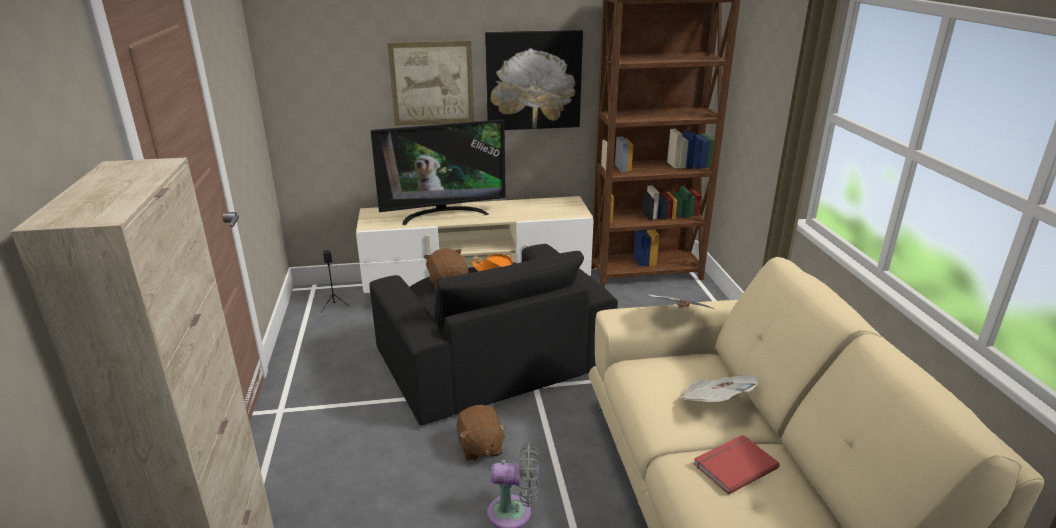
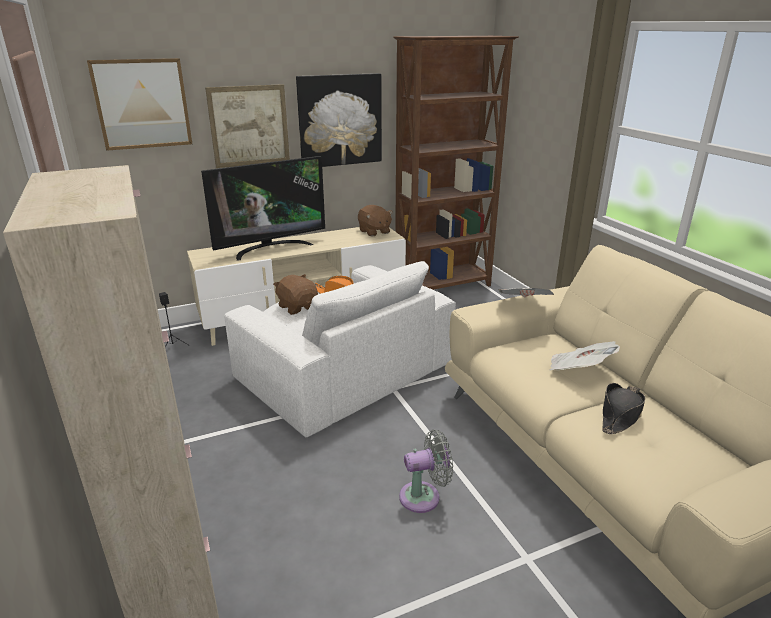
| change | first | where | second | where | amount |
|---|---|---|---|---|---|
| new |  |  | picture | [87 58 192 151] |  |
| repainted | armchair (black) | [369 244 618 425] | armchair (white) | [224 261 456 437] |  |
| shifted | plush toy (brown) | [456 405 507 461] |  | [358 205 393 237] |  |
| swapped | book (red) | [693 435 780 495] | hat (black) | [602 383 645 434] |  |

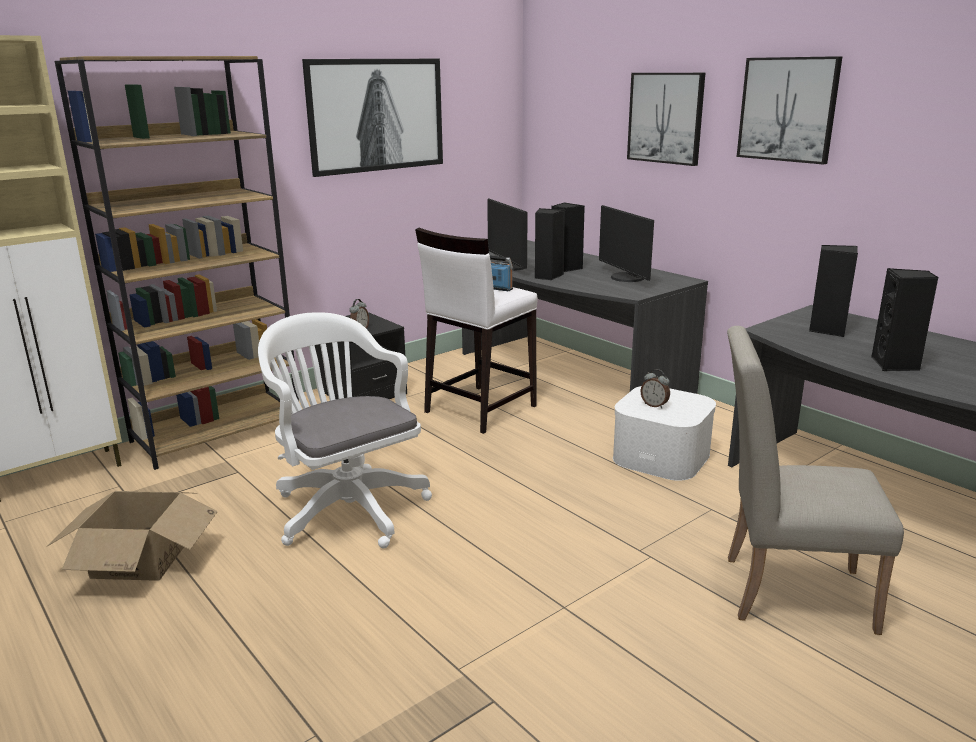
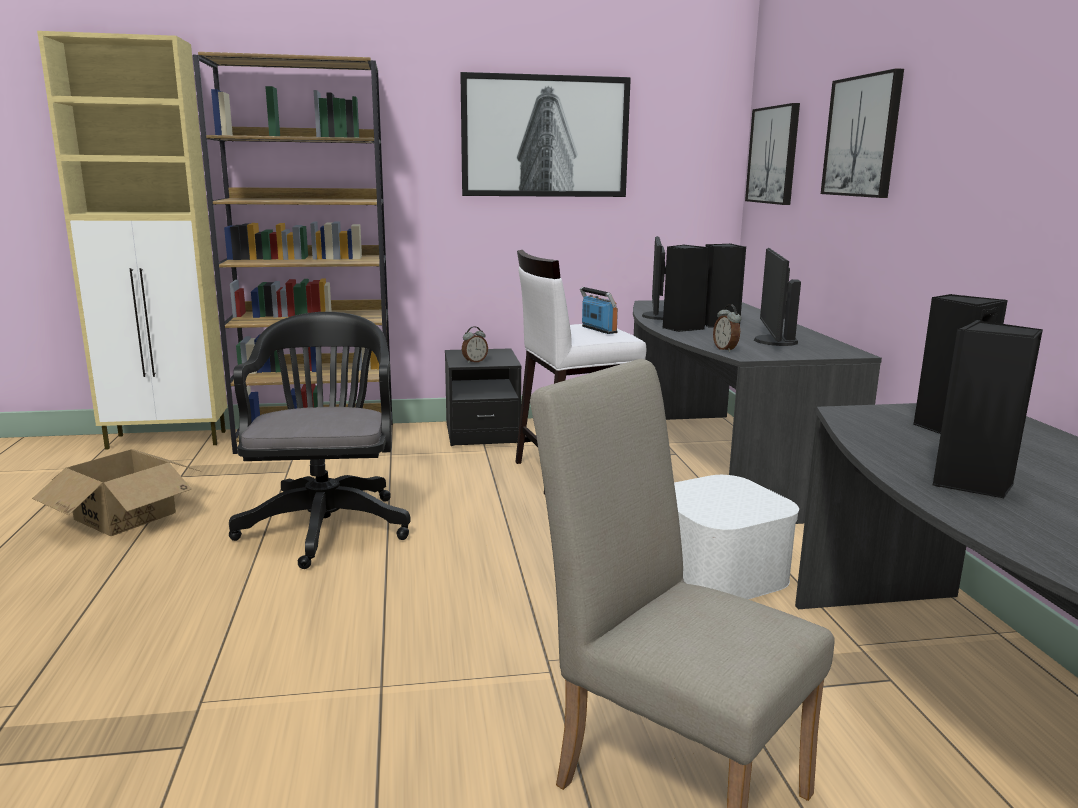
| change | first | where | second | where | amount |
|---|---|---|---|---|---|
| repainted | office chair (white) | [258 312 432 548] | office chair (black) | [229 312 411 569] |  |
| shifted | alarm clock | [641 369 670 409] |  | [713 304 741 352] |  |
| shifted | picture | [737 56 843 164] |  | [745 103 800 205] |  |

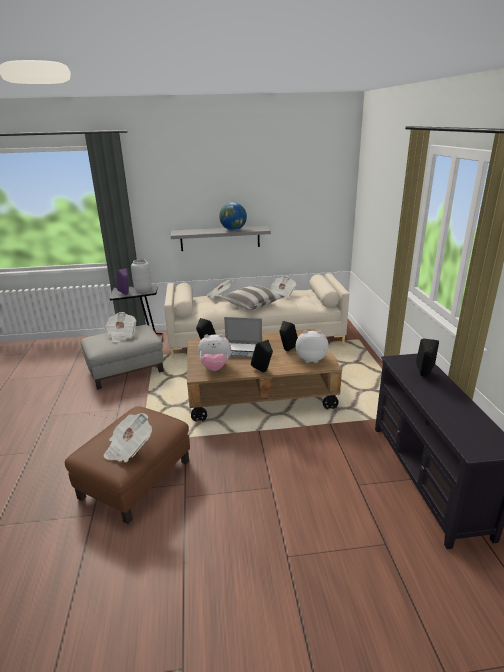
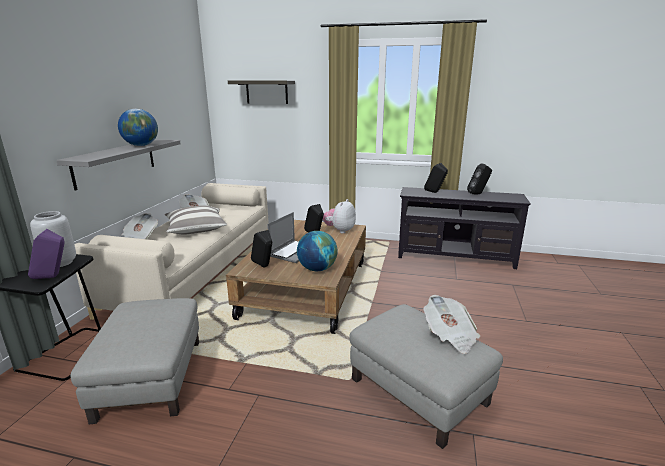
| change | first | where | second | where | amount |
|---|---|---|---|---|---|
| new |  |  | shelf | [228 80 295 104] |  |
| swapped | plush toy | [198 334 231 371] | globe | [297 231 338 271] |  |
| repainted | ottoman (brown) | [65 406 190 524] | ottoman (grey) | [349 304 503 449] |  |
| shifted | speaker (black) | [251 340 273 372] |  | [467 164 492 195] |  |
| gone | newspaper | [105 312 136 342] |  |  |  |

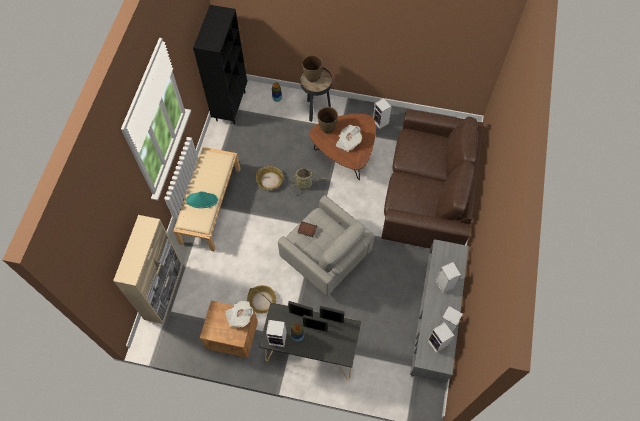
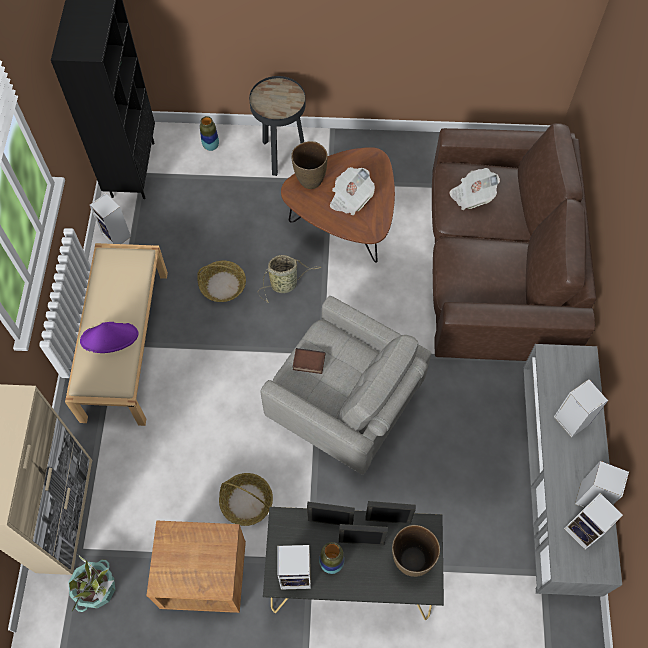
| change | first | where | second | where | amount |
|---|---|---|---|---|---|
| new |  |  | potted plant | [68 553 115 613] |  |
| repainted | hat (turquoise) | [186 192 218 208] | hat (purple) | [80 322 139 353] |  |
| shifted | speaker | [373 98 392 129] |  | [90 193 131 244] |  |
| shifted | vase (brown) | [302 55 322 82] |  | [392 525 440 577] |  |
| shifted | newspaper | [225 301 253 327] |  | [449 168 500 210] |  |

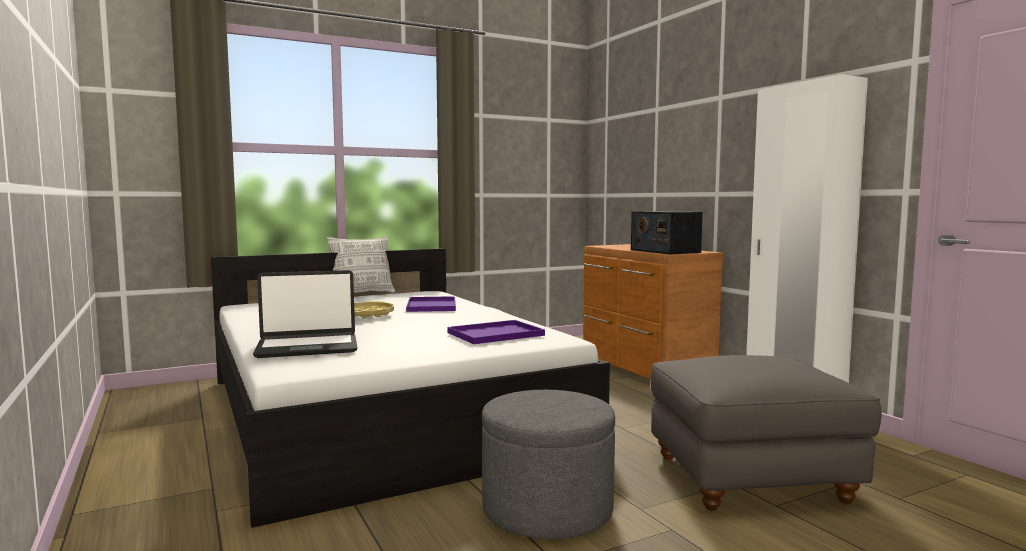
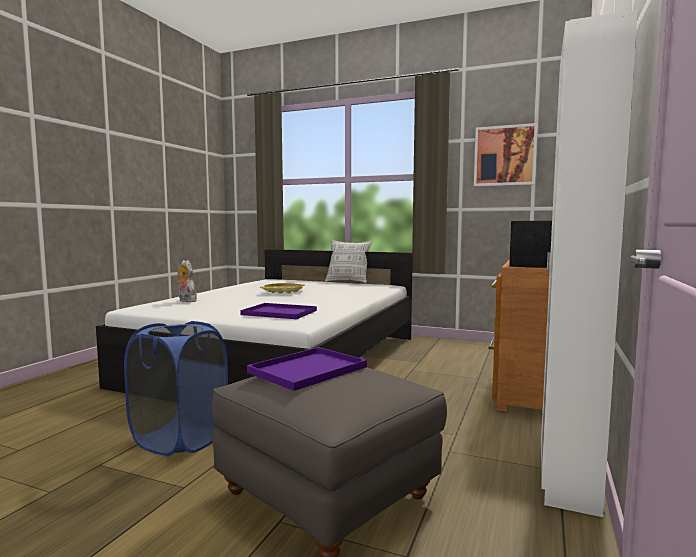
| change | first | where | second | where | amount |
|---|---|---|---|---|---|
| swapped | ottoman (grey) | [482 390 615 539] | laundry basket (blue) | [124 321 228 456] |  |
| swapped | laptop | [253 270 358 358] | plush toy | [177 260 197 302] |  |
| shifted | tray (purple) | [406 296 456 312] |  | [247 347 367 391] |  |
| new |  |  | picture | [474 123 538 186] |  |

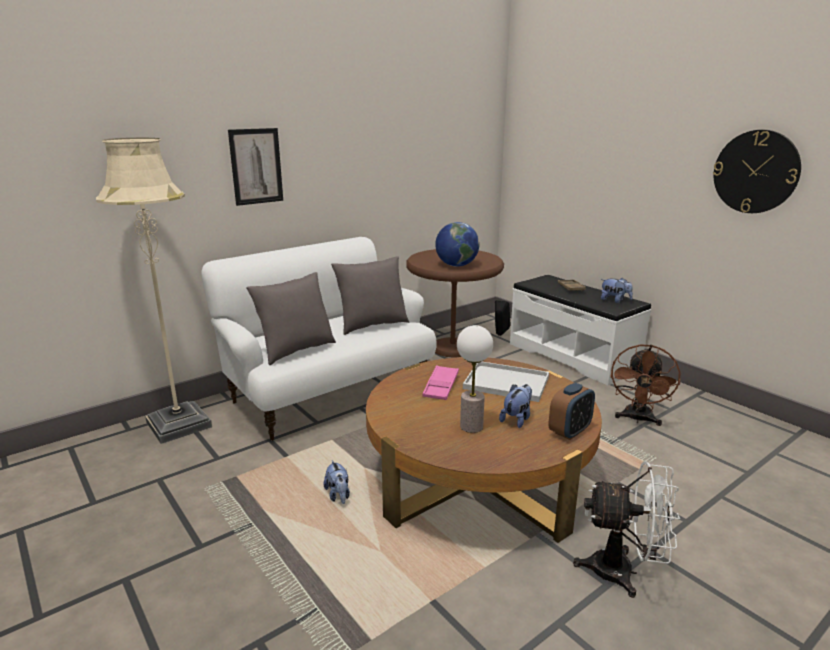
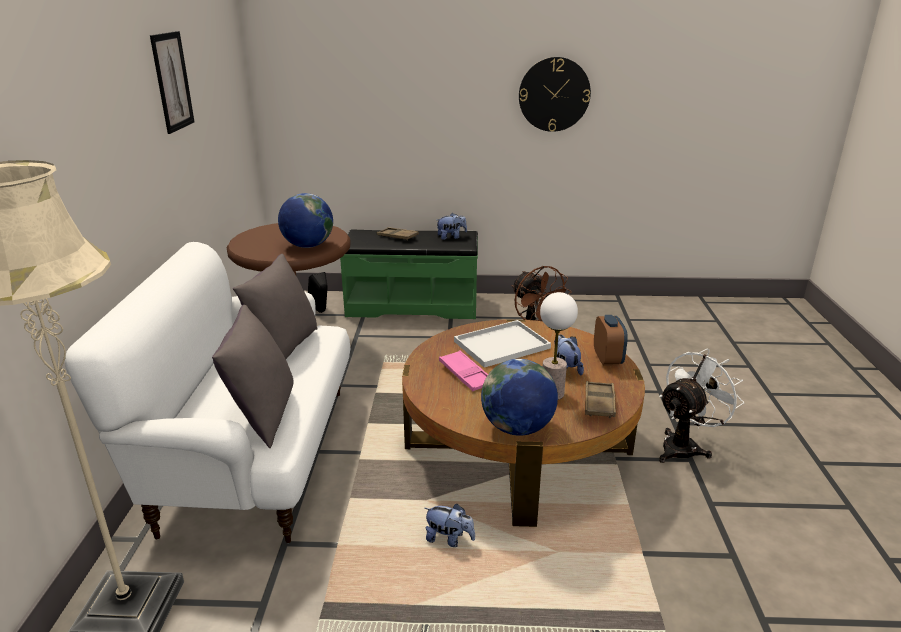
| change | first | where | second | where | amount |
|---|---|---|---|---|---|
| shifted | picture | [228 128 283 206] |  | [150 31 195 134] |  |
| repainted | bench (white) | [510 275 651 386] | bench (green) | [340 230 478 319] |  |
| new |  |  | globe | [481 359 558 436] |  |
| new |  |  | tray (brown) | [585 381 616 418] |  |

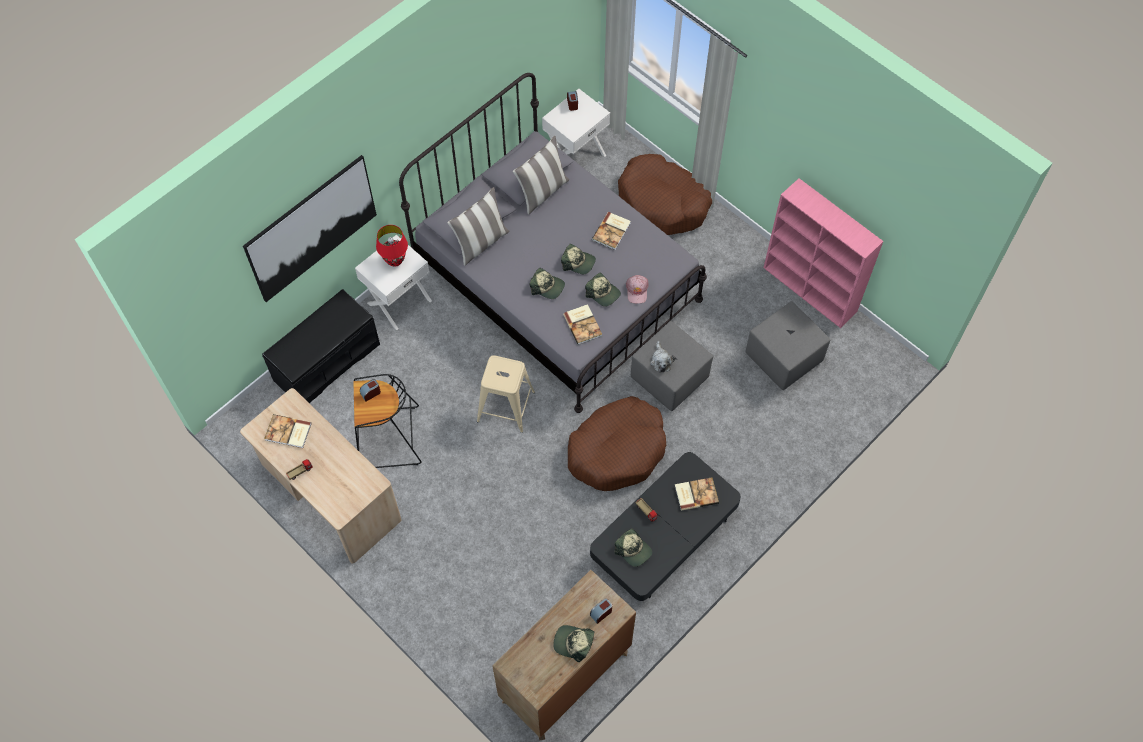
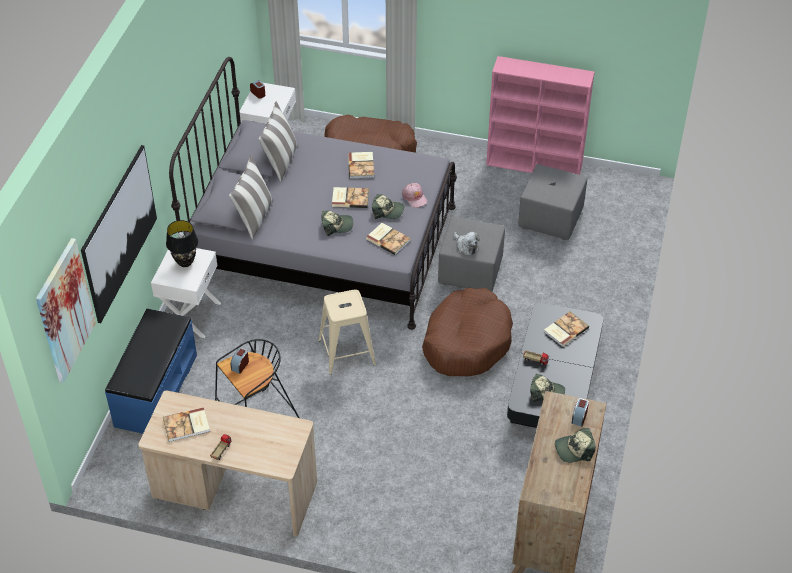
| change | first | where | second | where | amount |
|---|---|---|---|---|---|
| new |  |  | picture | [36 238 96 383] |  |
| repainted | bench (black) | [262 289 380 403] | bench (blue) | [105 309 197 434] |  |
| repainted | table lamp (red) | [376 225 408 267] | table lamp (black) | [166 220 198 267] |  |
| swapped | cap | [561 244 596 274] | book | [332 187 369 208] |  |

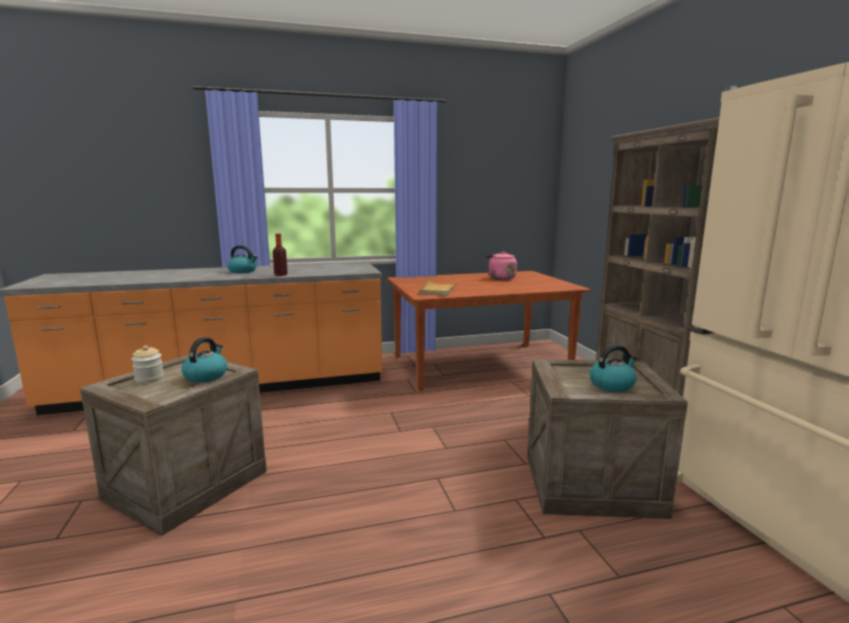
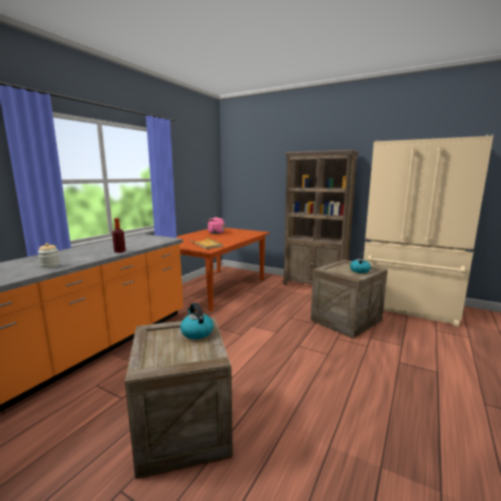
| change | first | where | second | where | amount |
|---|---|---|---|---|---|
| shifted | jar | [131 345 164 384] |  | [38 243 60 268] |  |
| gone | kettle | [227 245 258 273] |  |  |  |

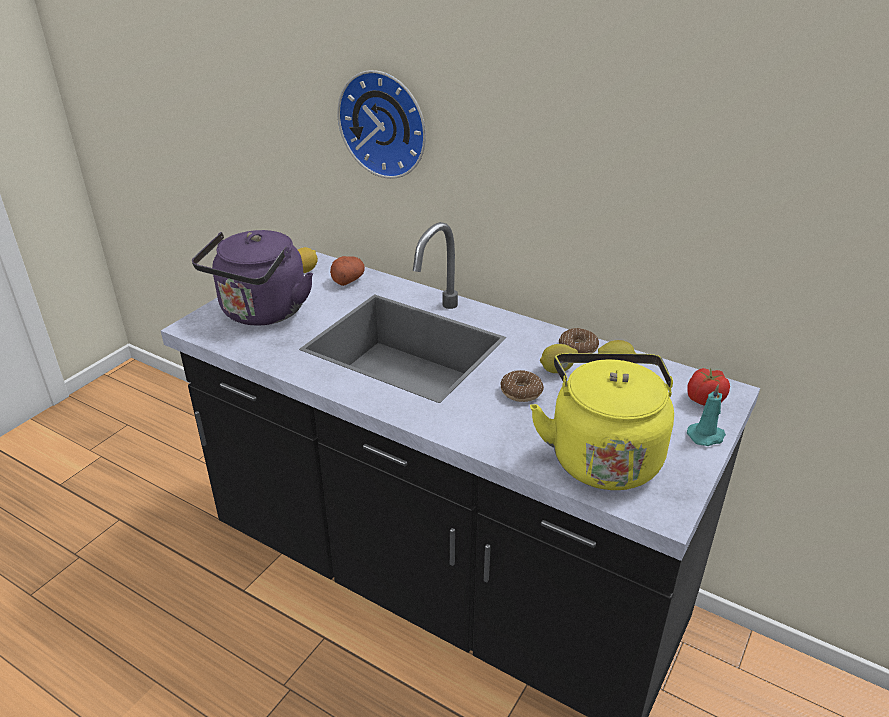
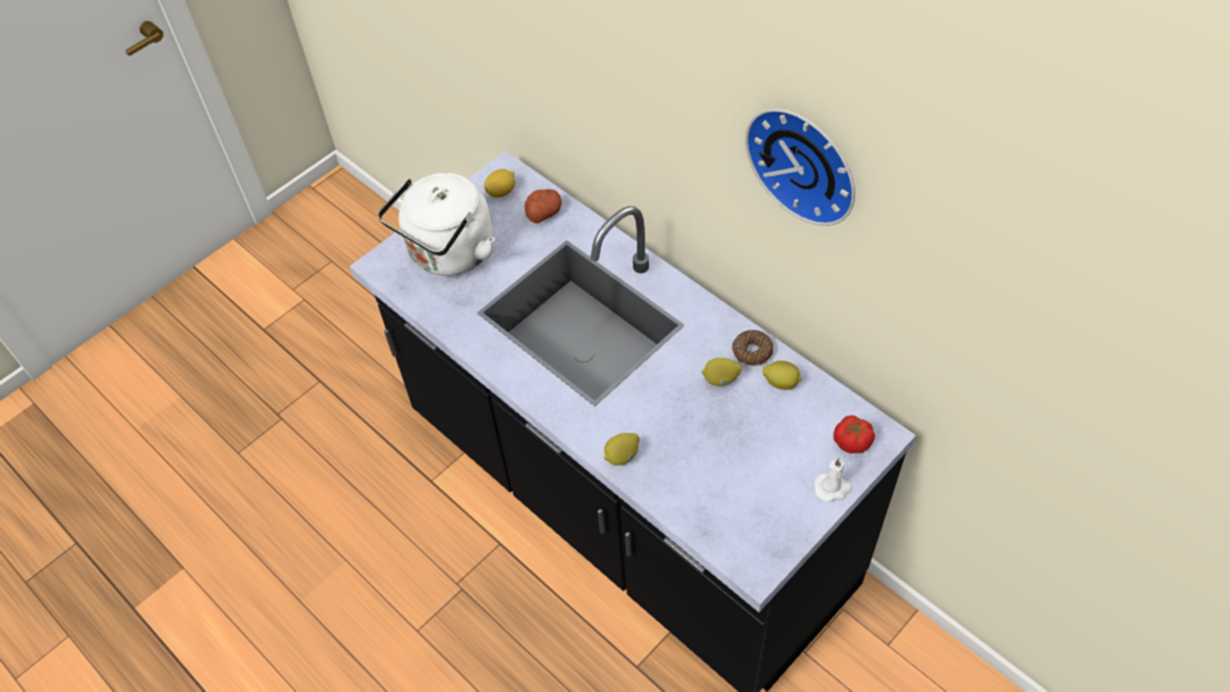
| change | first | where | second | where | amount |
|---|---|---|---|---|---|
| repainted | kettle (purple) | [192 230 313 326] | kettle (white) | [377 173 495 276] |  |
| new |  |  | lemon | [604 433 640 466] |  |
| shifted | wall clock | [337 70 426 179] |  | [745 108 855 226] |  |
| repainted | candle (turquoise) | [687 384 726 446] | candle (white) | [814 458 852 502] |  |
| gone | donut | [501 370 544 402] |  |  |  |
| gone | kettle (yellow) | [530 353 674 490] |  |  |  |

